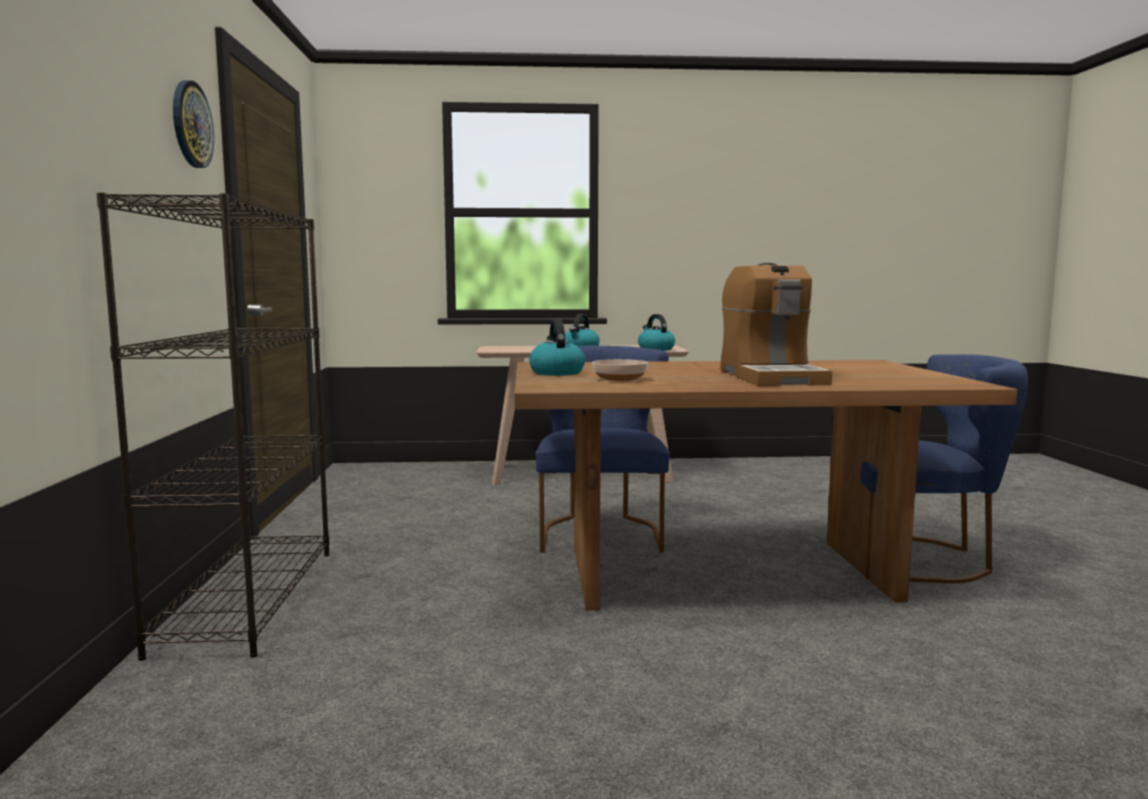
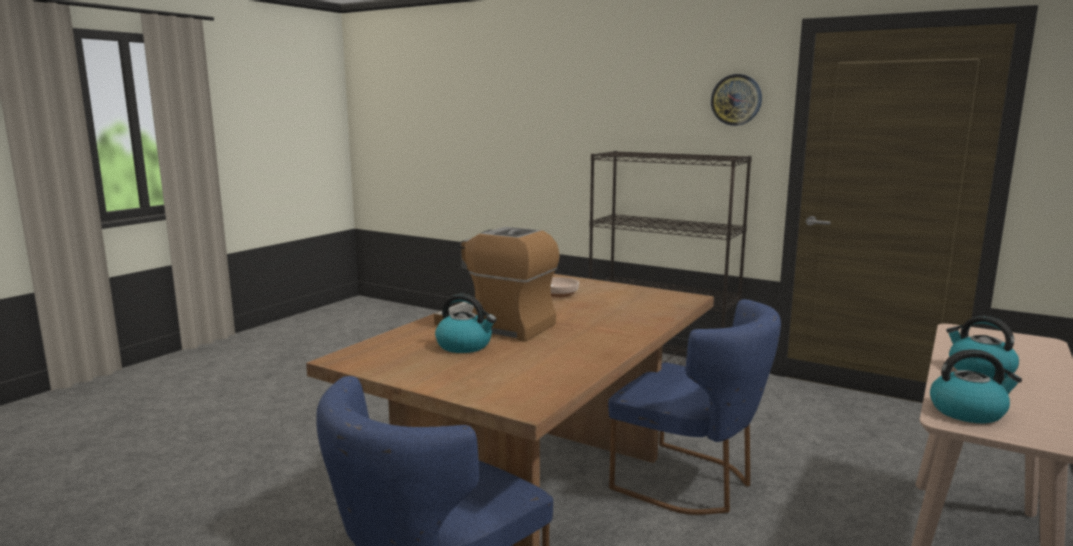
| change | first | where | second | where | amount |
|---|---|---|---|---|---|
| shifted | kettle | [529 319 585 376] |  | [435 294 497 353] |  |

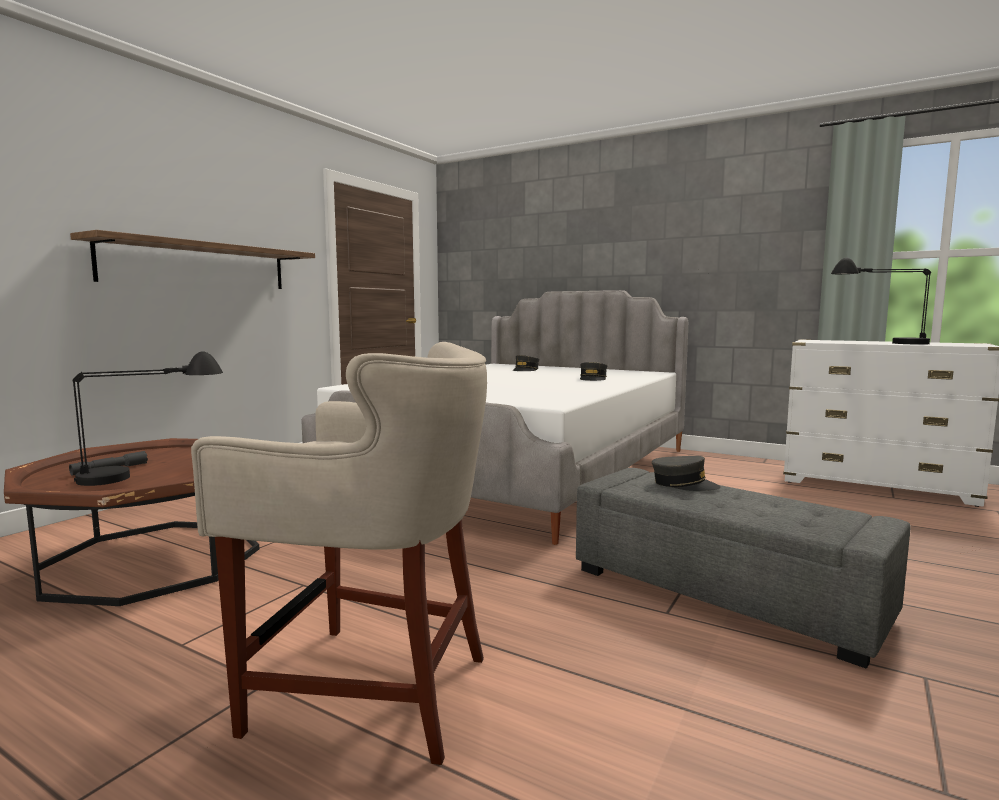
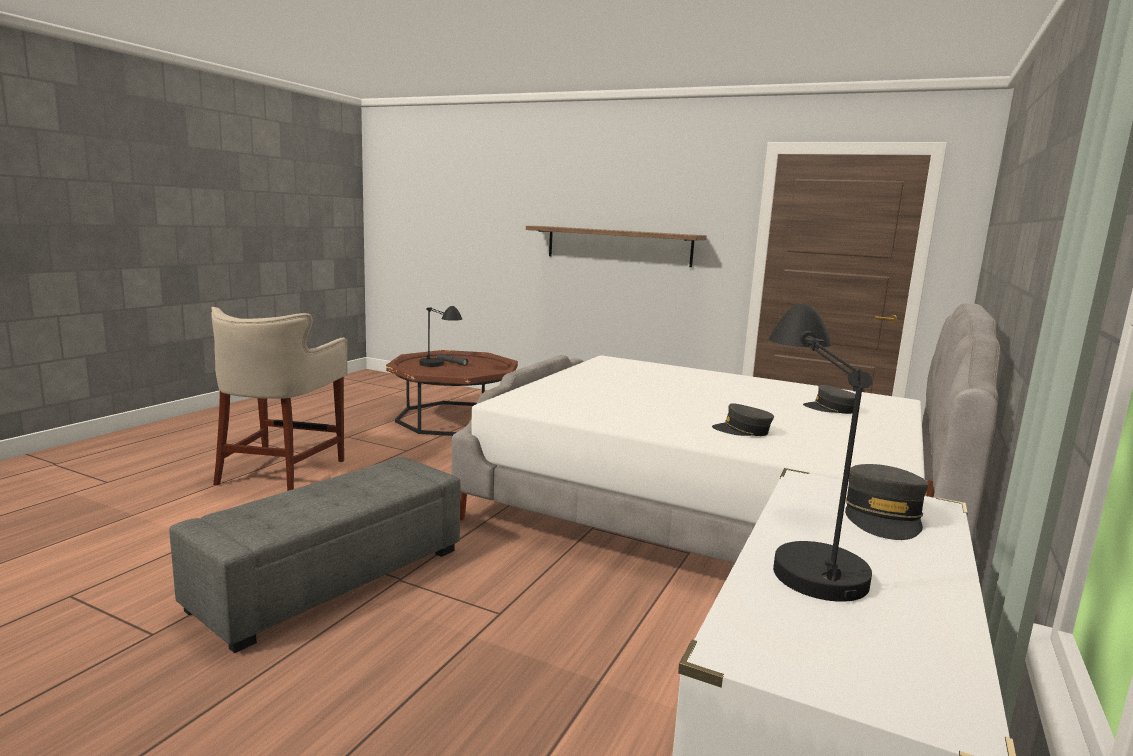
| change | first | where | second | where | amount |
|---|---|---|---|---|---|
| shifted | cap (grey) | [652 456 721 491] |  | [845 464 928 540] |  |

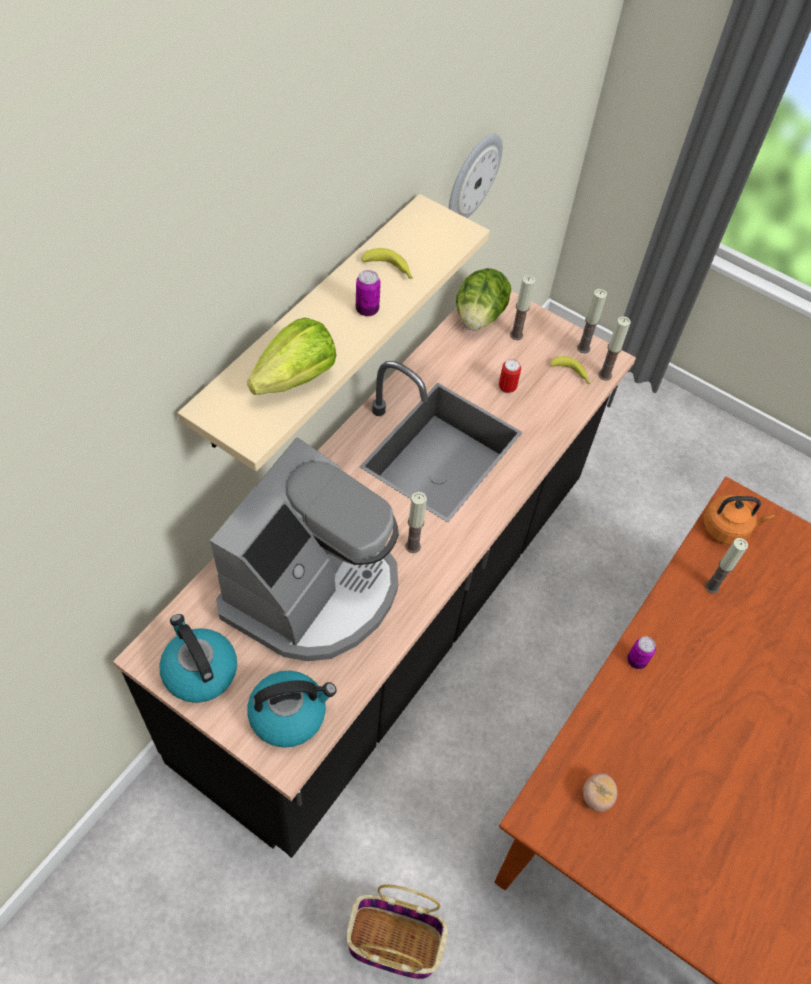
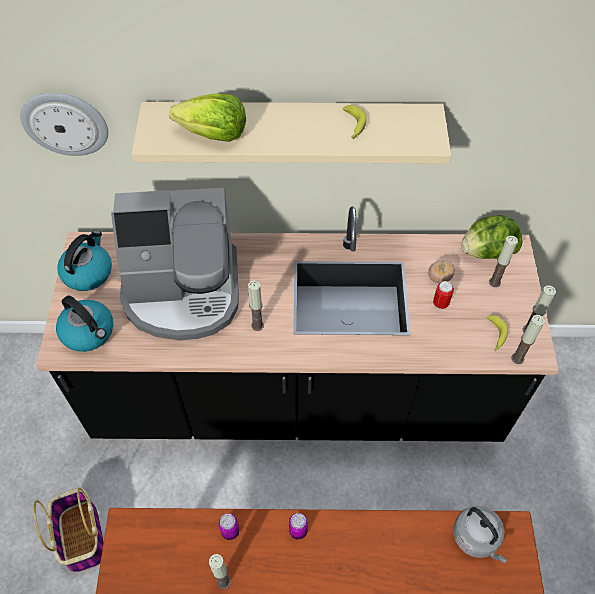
| change | first | where | second | where | amount |
|---|---|---|---|---|---|
| shifted | wall clock | [449 134 503 218] |  | [20 93 108 156] |  |
| shifted | candle | [705 538 748 594] |  | [209 554 231 589] |  |
| shifted | can | [356 270 381 316] |  | [218 513 239 540] |  |
| shifted | tomato | [583 773 617 812] |  | [428 260 455 283] |  |
| repainted | kettle (orange) | [703 494 775 545] | kettle (grey) | [453 505 507 564] |  |

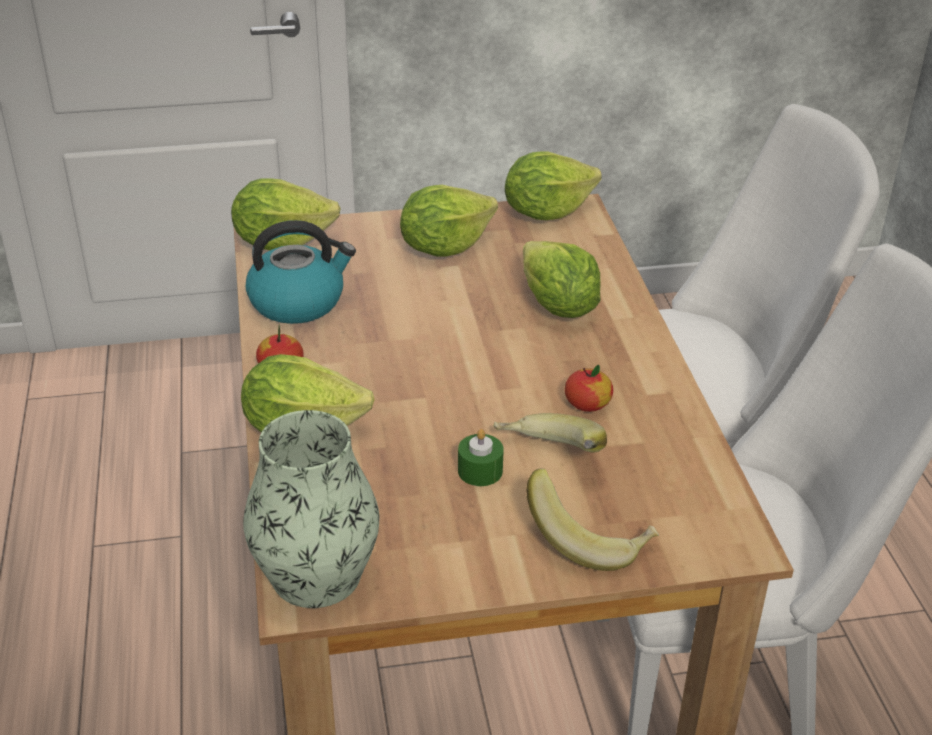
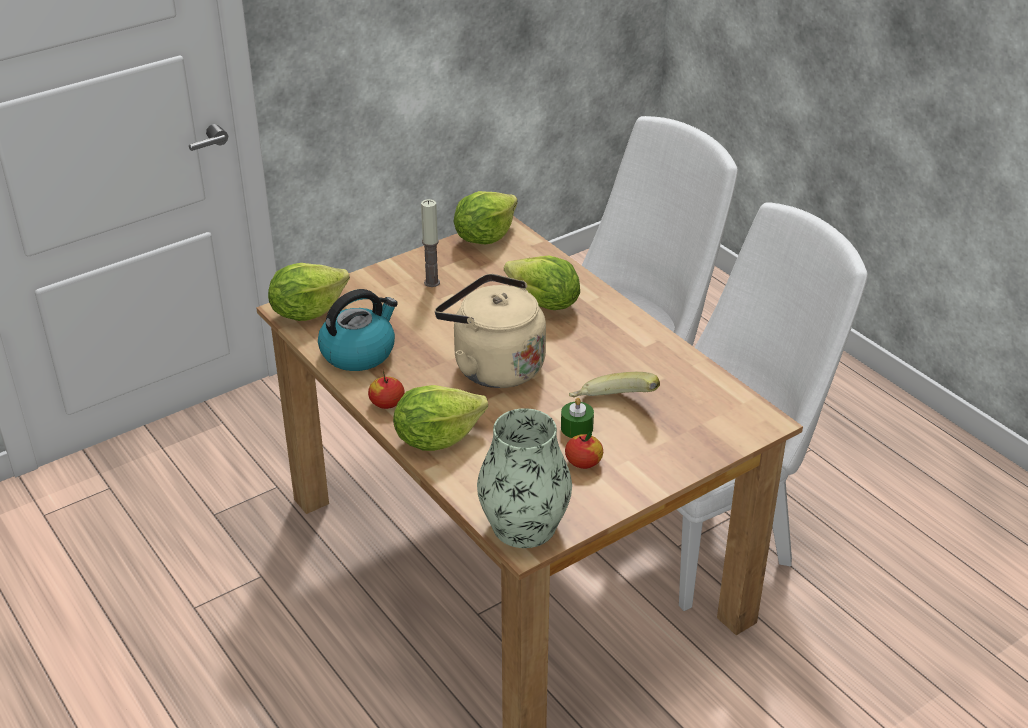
| change | first | where | second | where | amount |
|---|---|---|---|---|---|
| swapped | lettuce | [400 185 498 256] | candle | [421 199 440 287] |  |
| new |  |  | kettle (beige) | [435 274 546 388] |  |
| shifted | apple | [565 365 613 412] |  | [565 431 603 469] |  |
| gone | banana | [526 468 659 571] |  |  |  |

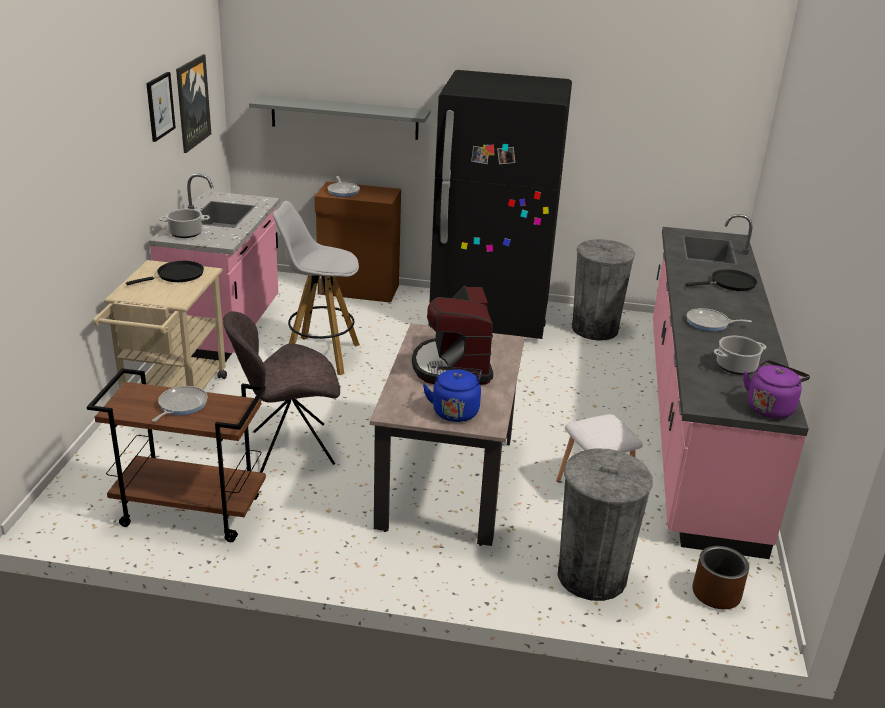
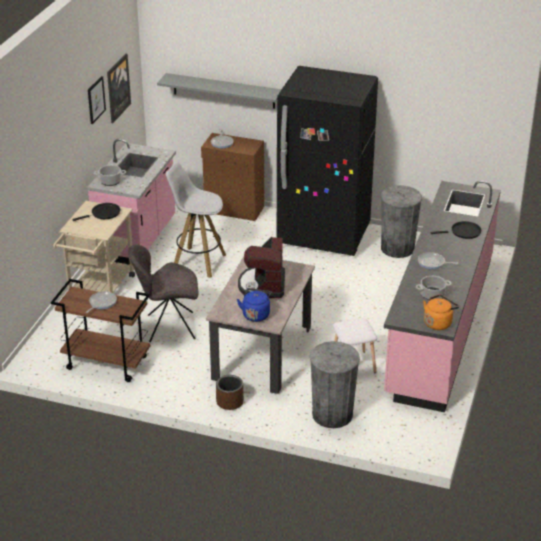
| change | first | where | second | where | amount |
|---|---|---|---|---|---|
| shifted | planter (brown) | [693 546 749 609] |  | [216 375 244 410] |  |
| repainted | kettle (purple) | [743 360 810 419] | kettle (orange) | [423 295 459 330] |  |

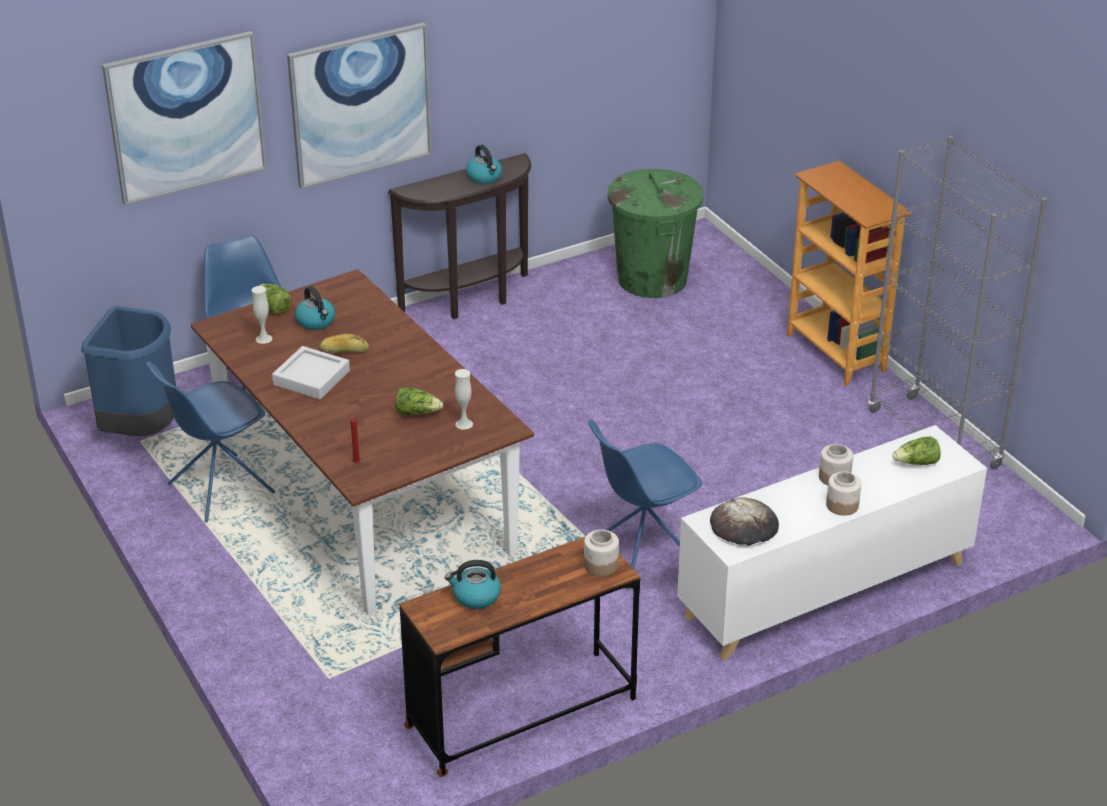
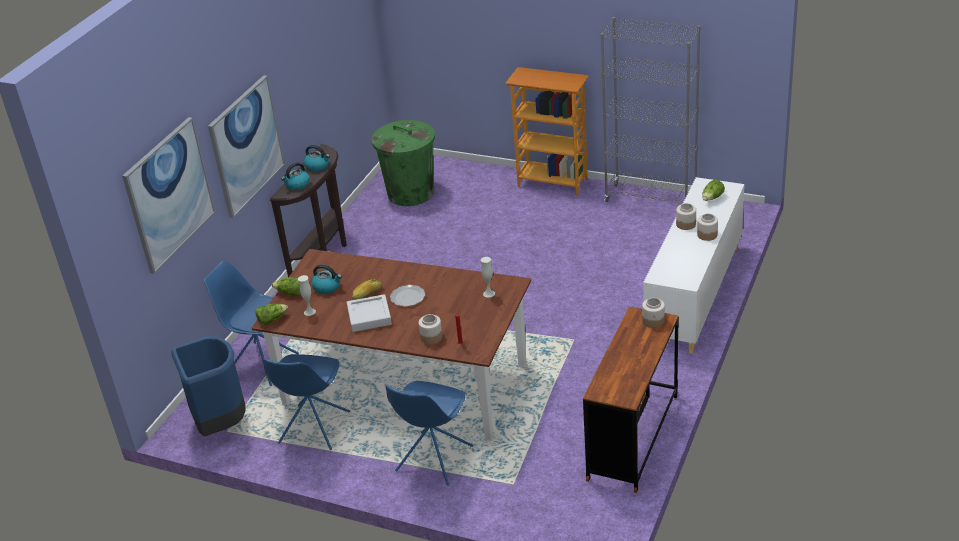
| change | first | where | second | where | amount |
|---|---|---|---|---|---|
| shifted | lettuce | [395 387 443 415] |  | [256 304 288 325] |  |
| shifted | kettle | [445 560 501 609] |  | [281 162 310 190] |  |
| shifted | chair (blue) | [588 419 702 590] |  | [385 381 474 485] |  |
| new |  |  | plate | [390 285 425 307] |  |
| new |  |  | jar | [419 314 443 345] |  |
| gone | bread | [710 497 779 546] |  |  |  |

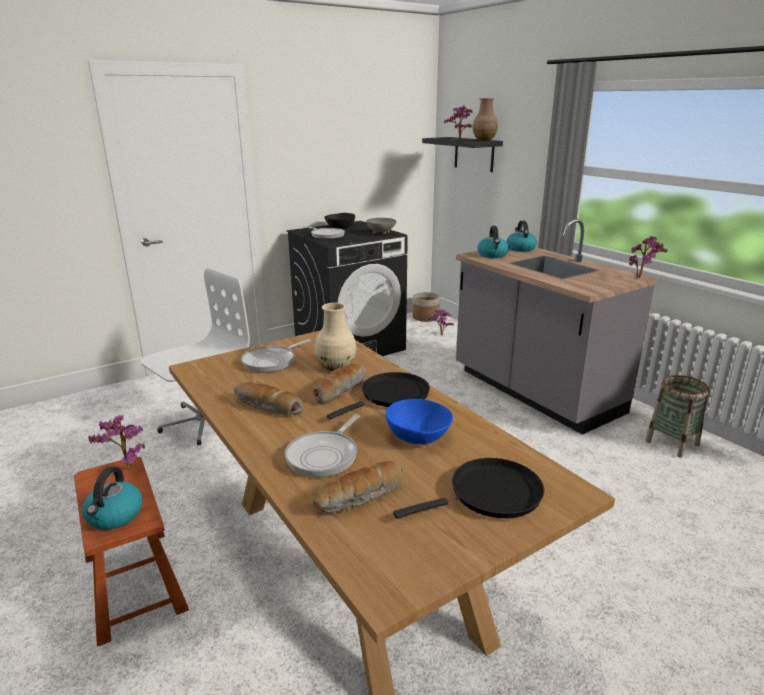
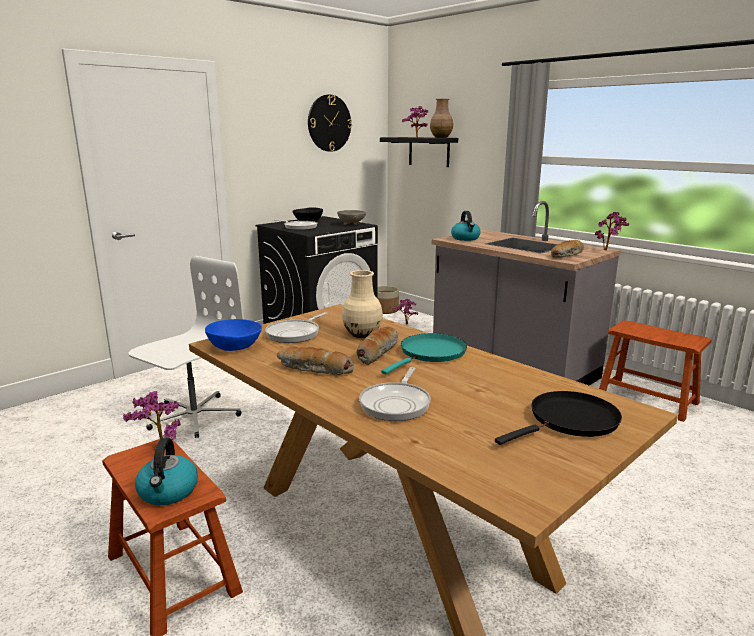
| change | first | where | second | where | amount |
|---|---|---|---|---|---|
| shifted | bowl (blue) | [386 399 453 444] |  | [205 319 262 351] |  |
| new |  |  | wall clock | [308 95 352 152] |  |
| repainted | frying pan (black) | [327 372 430 420] | frying pan (turquoise) | [381 333 467 374] |  |
| shifted | bread | [313 461 402 513] |  | [551 240 584 258] |  |
| swapped | basket | [645 375 709 458] | stool (brown) | [599 321 712 422] |  |
| gone | kettle | [507 221 537 252] |  |  |  |

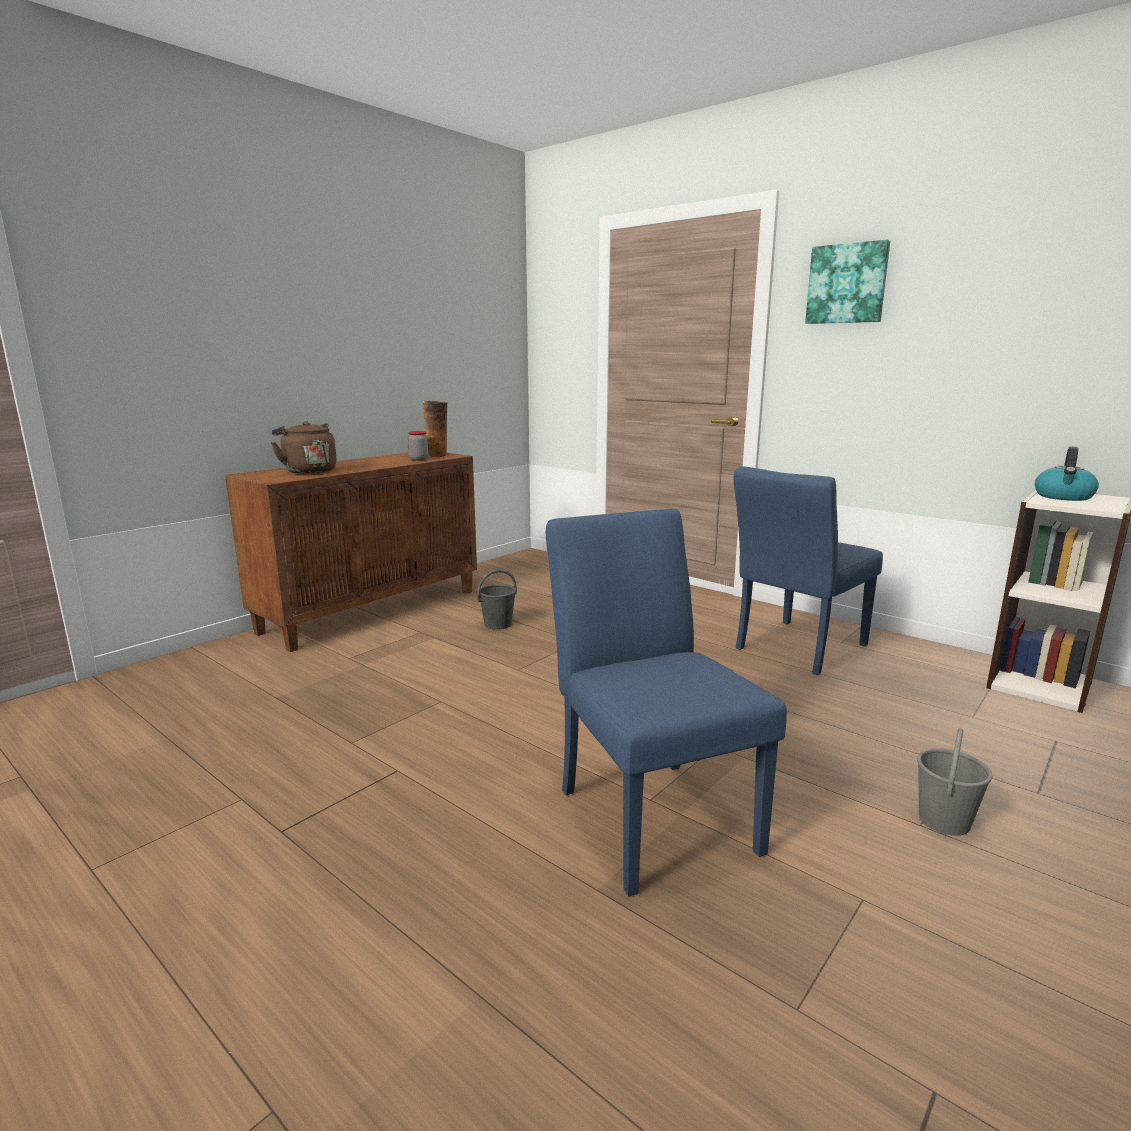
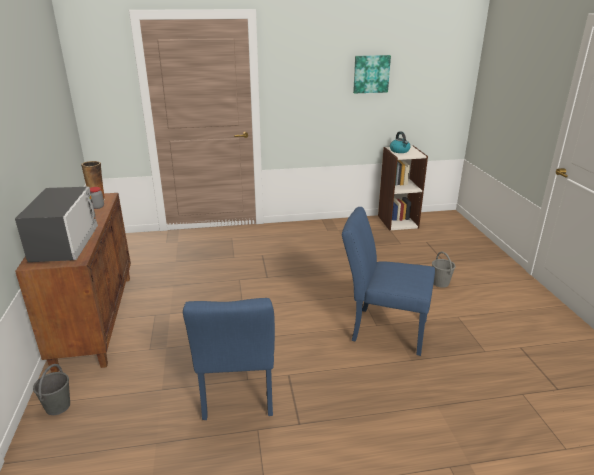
| change | first | where | second | where | amount |
|---|---|---|---|---|---|
| swapped | kettle (brown) | [271 421 337 474] | microwave | [15 187 98 262] |  |
| shifted | bucket (grey) | [477 569 517 630] |  | [33 364 70 415] |  |
| shifted | chair (blue) | [734 466 883 675] |  | [183 298 275 420] |  |
| shifted | picture | [805 240 890 324] |  | [353 55 391 93] |  |

